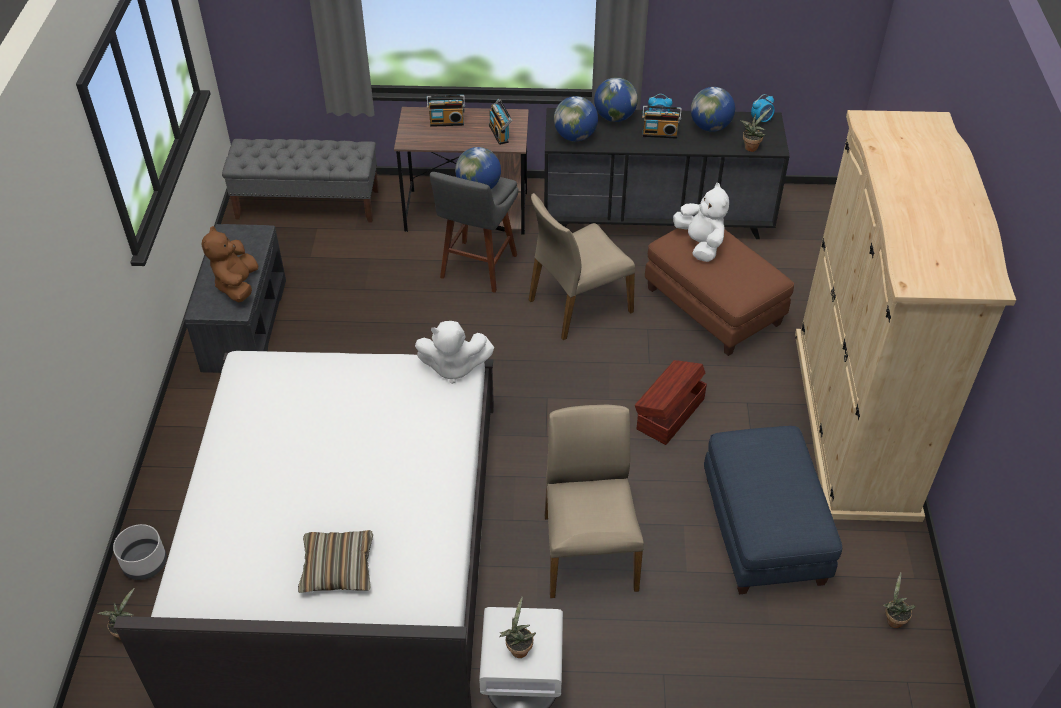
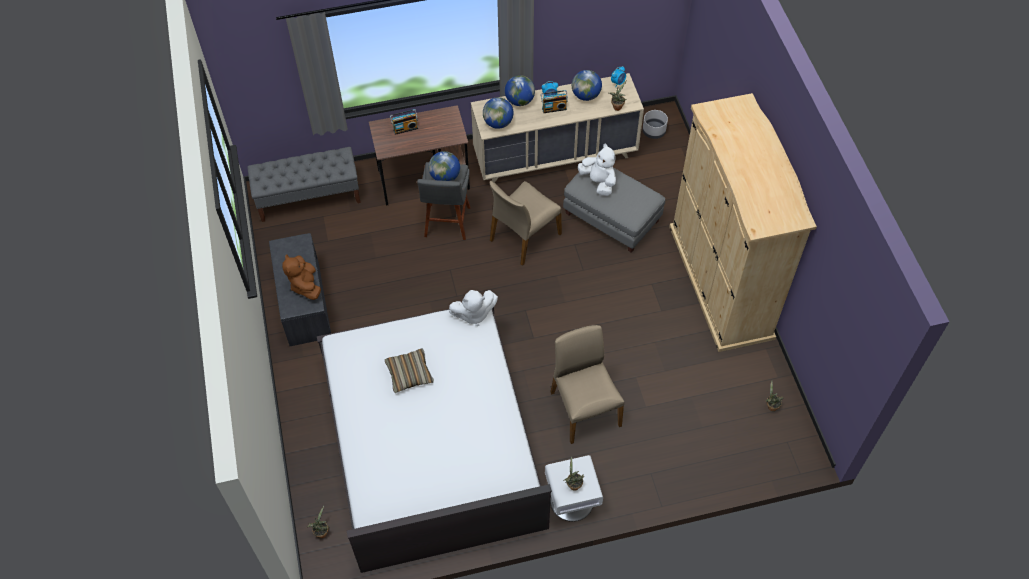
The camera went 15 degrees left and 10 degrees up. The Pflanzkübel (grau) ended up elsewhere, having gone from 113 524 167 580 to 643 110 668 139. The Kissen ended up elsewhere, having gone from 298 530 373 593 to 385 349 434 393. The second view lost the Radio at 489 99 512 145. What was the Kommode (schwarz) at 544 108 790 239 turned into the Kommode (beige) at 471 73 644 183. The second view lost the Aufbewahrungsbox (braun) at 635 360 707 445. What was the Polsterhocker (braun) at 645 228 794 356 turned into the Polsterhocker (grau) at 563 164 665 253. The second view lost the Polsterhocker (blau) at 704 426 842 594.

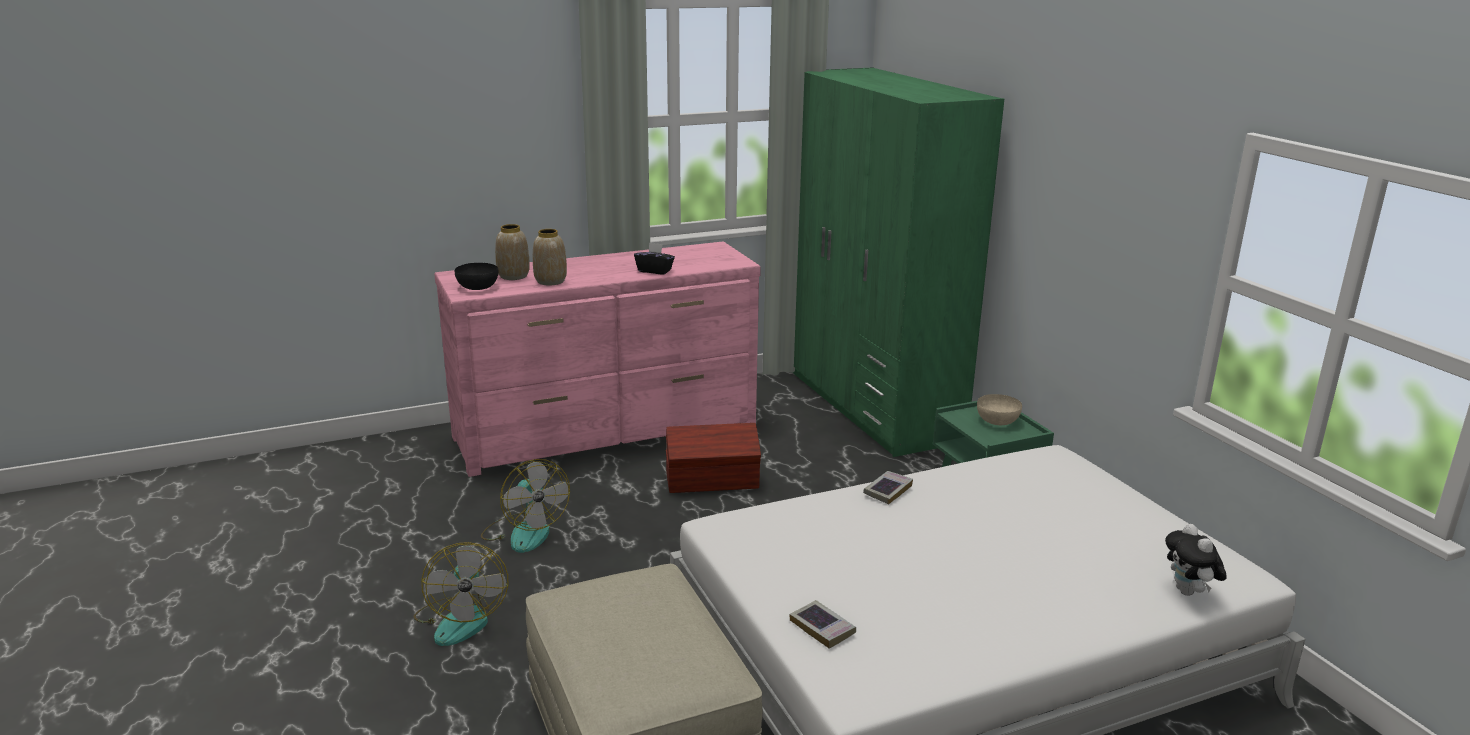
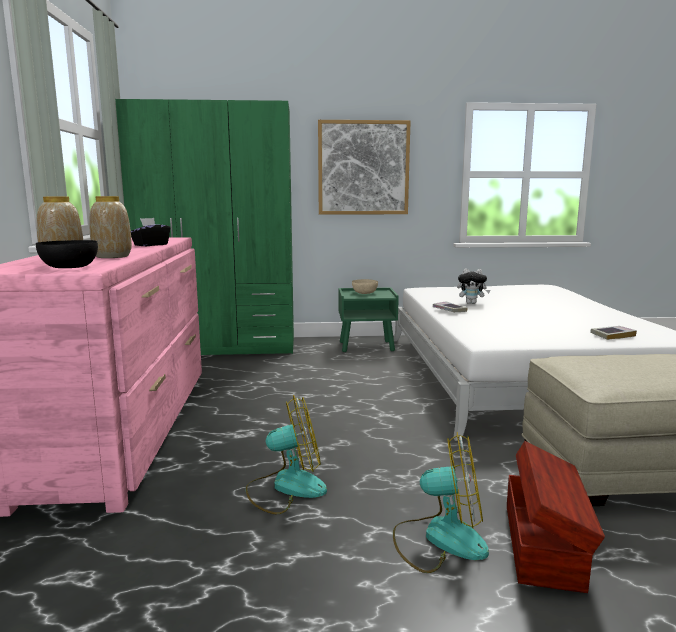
The camera went 70 degrees left and 10 degrees down. The Aufbewahrungsbox (braun) ended up elsewhere, having gone from 666 423 761 493 to 507 441 605 593. The Plüschtier ended up elsewhere, having gone from 1165 524 1227 596 to 457 268 490 304. The second view gained the Bild at 318 120 411 215.

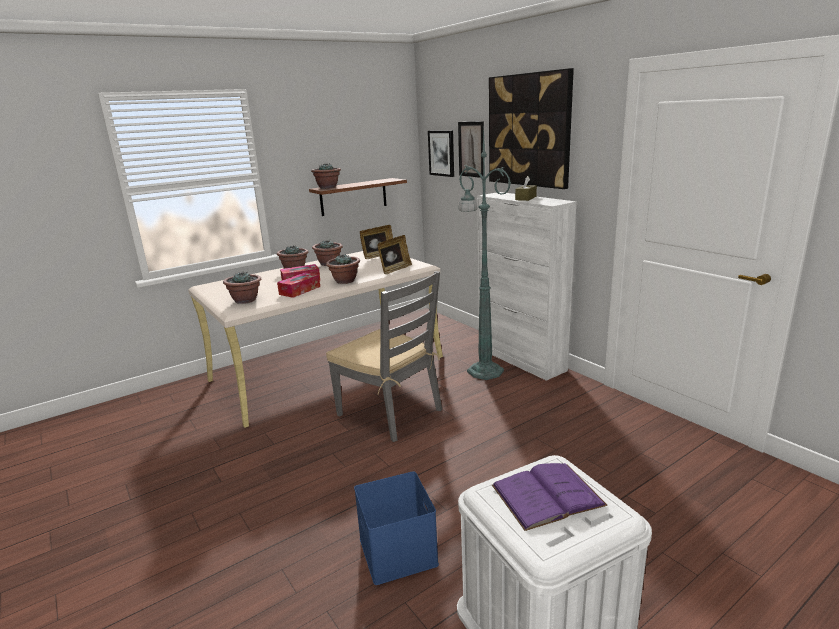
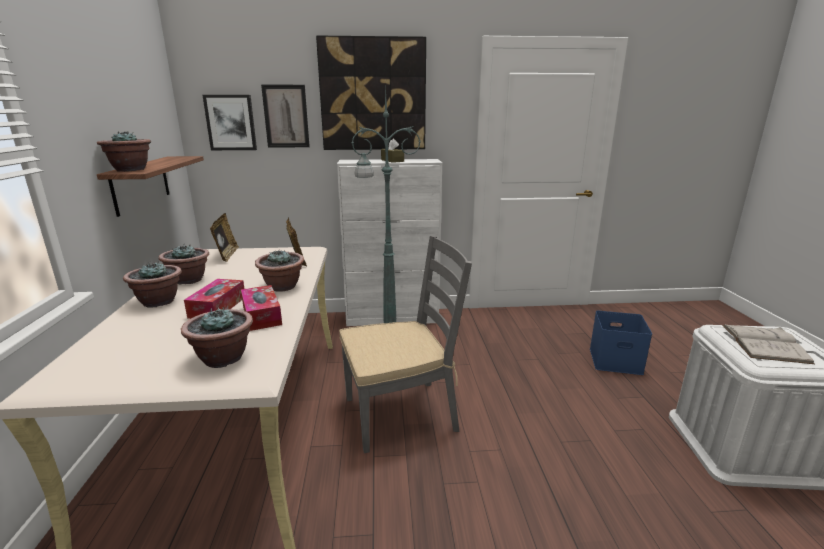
The camera went 60 degrees left and 0 degrees up. The Aufbewahrungsbox (blau) ended up elsewhere, having gone from 354 471 439 585 to 590 310 652 375. What was the Buch (lila) at 492 463 608 531 turned into the Buch (weiß) at 722 325 815 364.

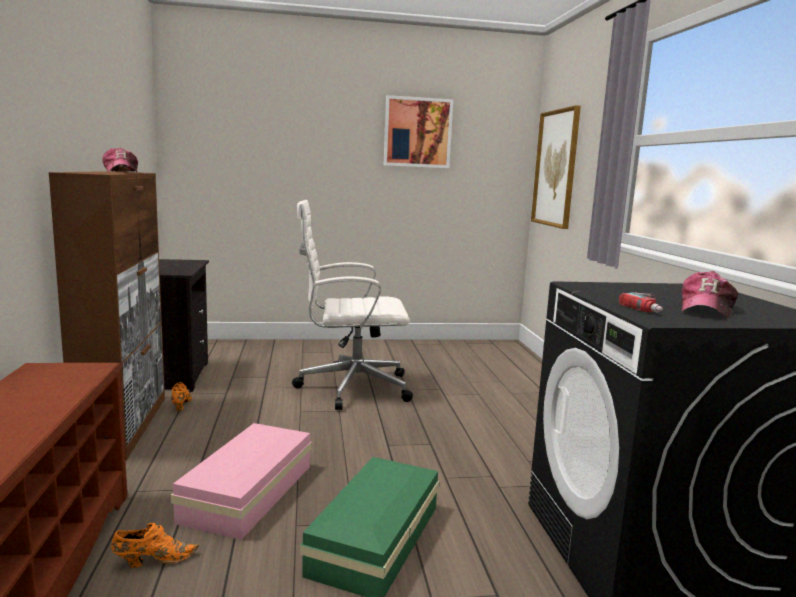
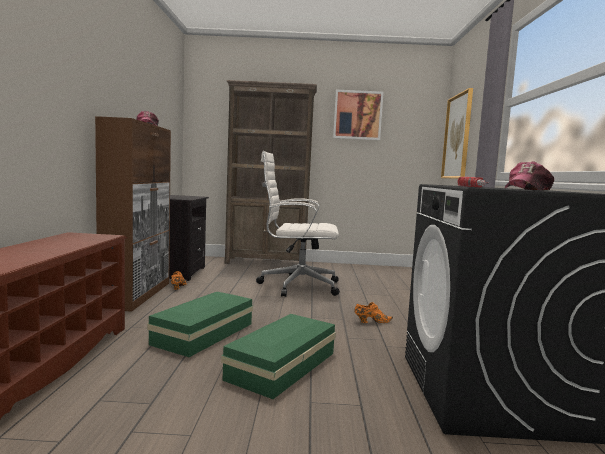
The camera went 10 degrees right and 5 degrees down. The Schuh (orange) ended up elsewhere, having gone from 111 523 199 568 to 354 302 393 323. What was the Aufbewahrungsbox (rosa) at 171 423 312 540 turned into the Aufbewahrungsbox (grün) at 147 292 253 357. The second view gained the Bücherregal (braun) at 225 80 317 264.

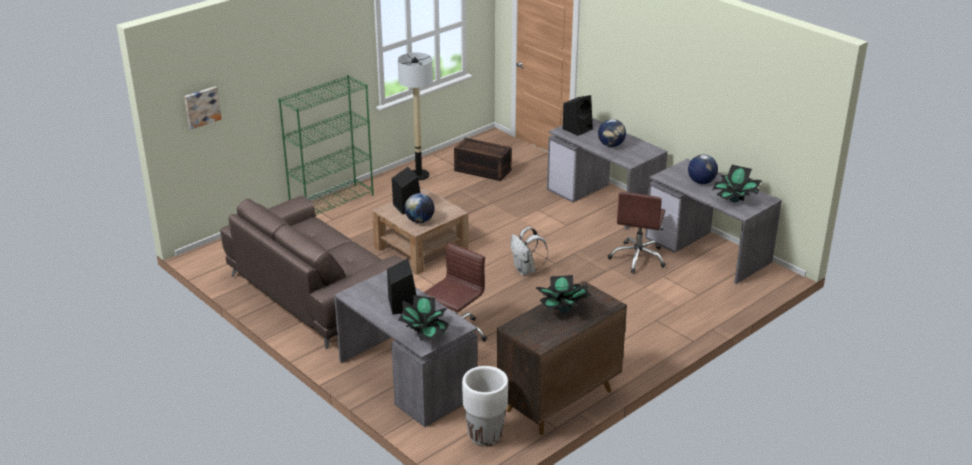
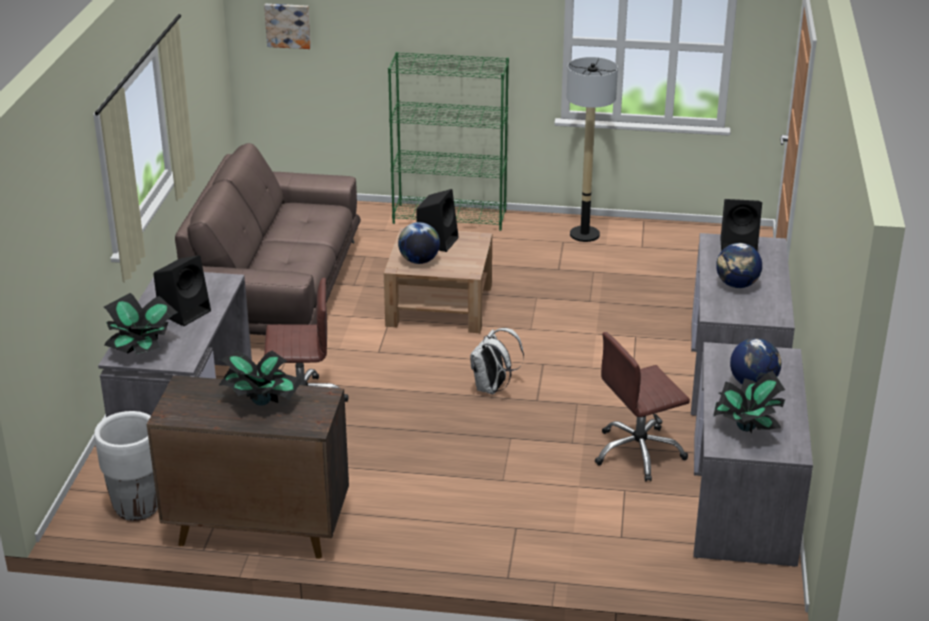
The camera went 50 degrees right and 0 degrees up. The second view lost the Aufbewahrungsbox (braun) at 454 138 512 181.

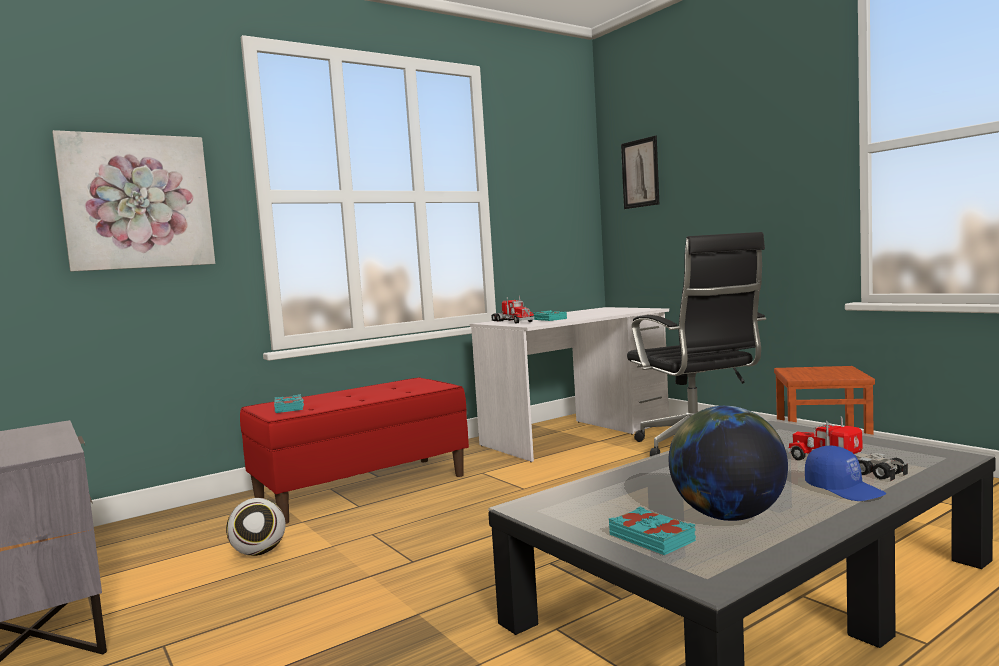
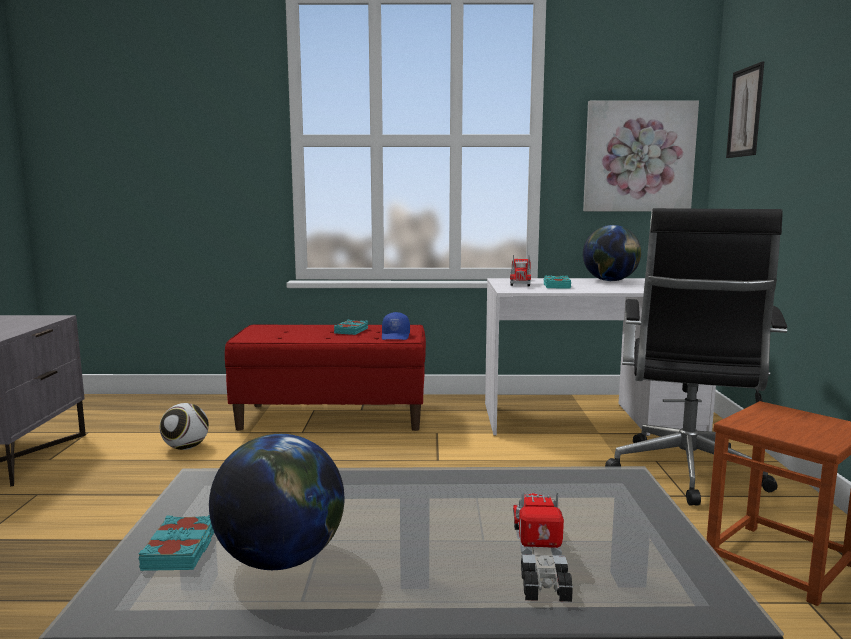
The camera went 35 degrees right and 5 degrees up. The Bild ended up elsewhere, having gone from 52 130 215 272 to 583 100 699 211. The Buch (türkis) ended up elsewhere, having gone from 274 394 304 413 to 334 320 368 335. The Kappe (blau) ended up elsewhere, having gone from 805 446 886 501 to 382 312 410 340. The second view gained the Globus at 583 225 641 281.

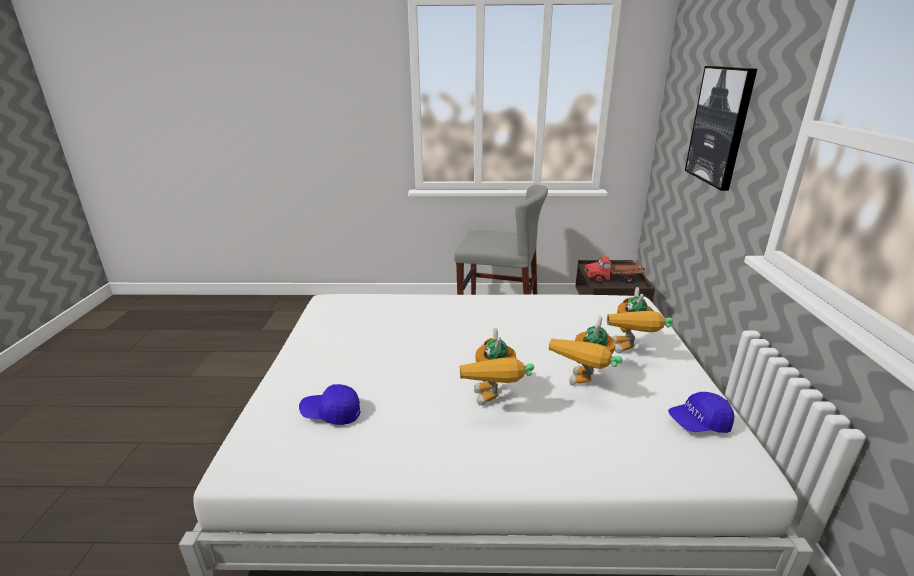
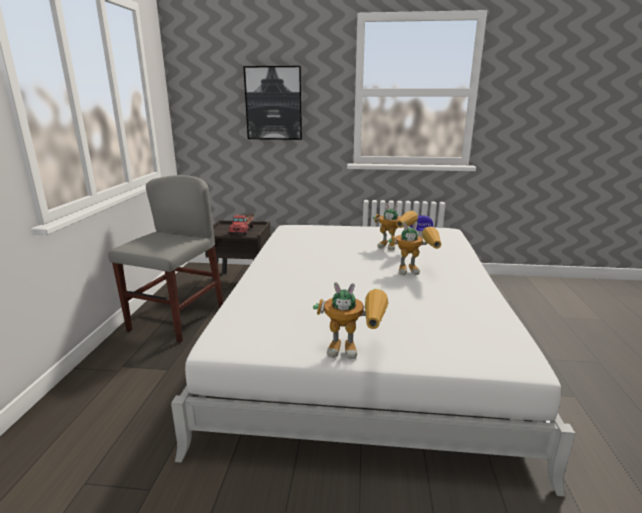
The camera went 85 degrees left and 5 degrees down. The second view lost the Kappe (blau) at 299 384 361 425. The Spielzeugroboter ended up elsewhere, having gone from 607 287 673 353 to 313 282 388 359.

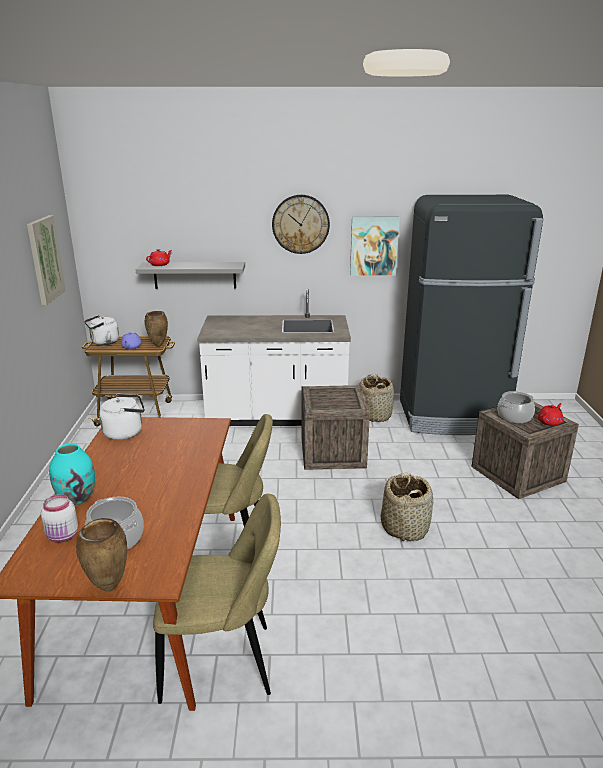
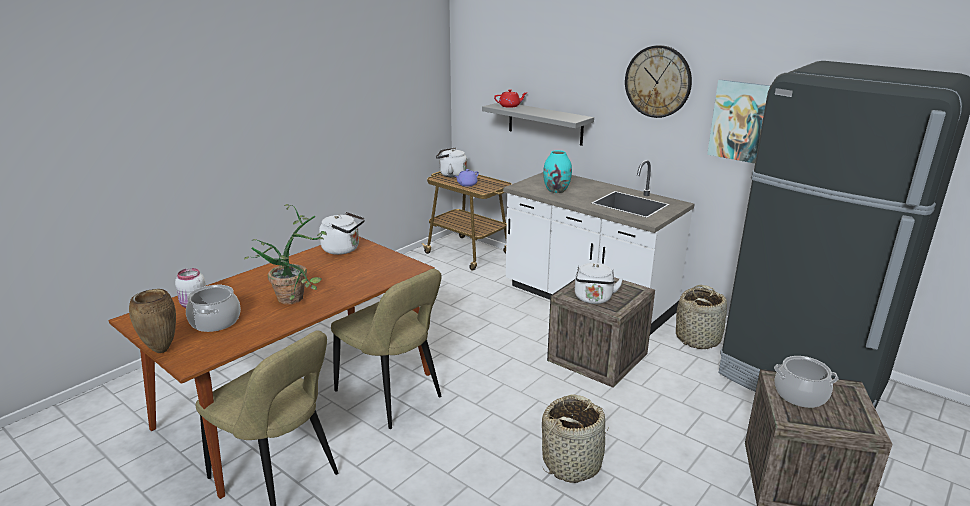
The camera went 40 degrees right and 0 degrees up. The second view lost the Bild at 27 215 66 305. The Vase (türkis) ended up elsewhere, having gone from 49 443 95 505 to 543 150 572 193. The second view lost the Vase (braun) at 145 311 168 347. The second view lost the Teekanne (rot) at 538 403 563 426. The second view gained the Topfpflanze at 244 204 327 304. The second view gained the Wasserkessel (weiß) at 575 263 623 304.

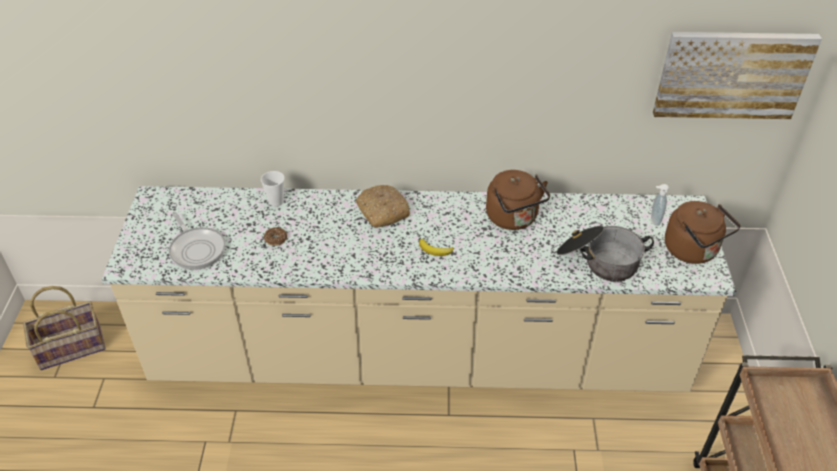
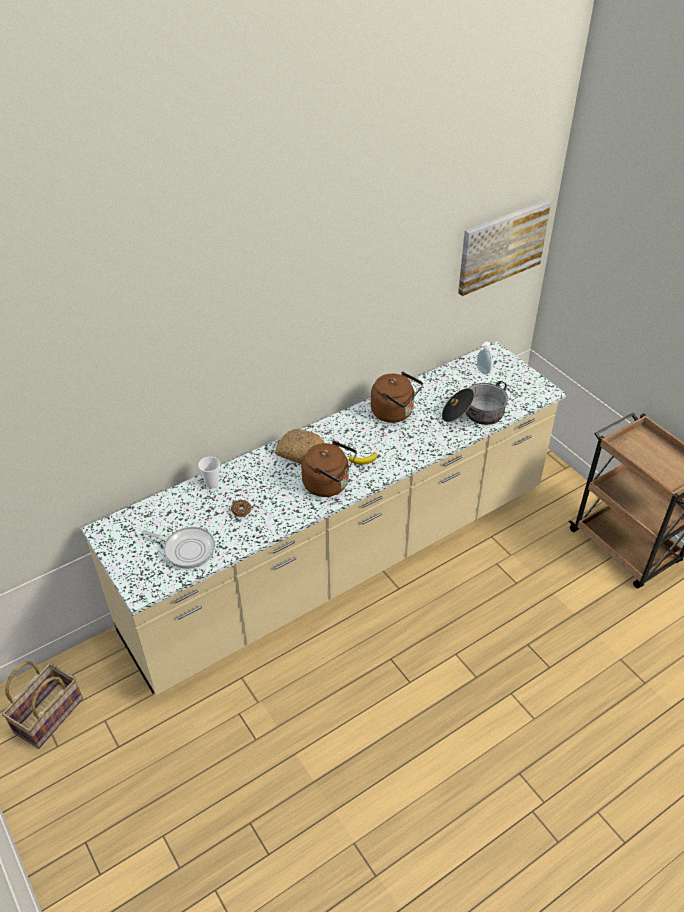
The camera went 35 degrees left and 0 degrees up. The Wasserkessel (braun) ended up elsewhere, having gone from 665 201 740 264 to 301 440 357 497.

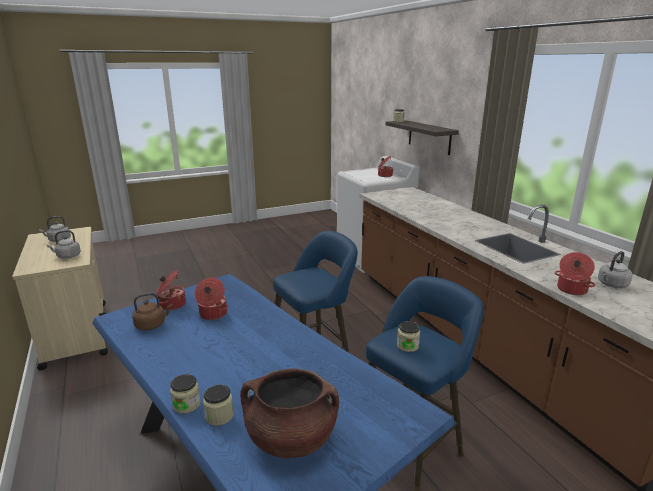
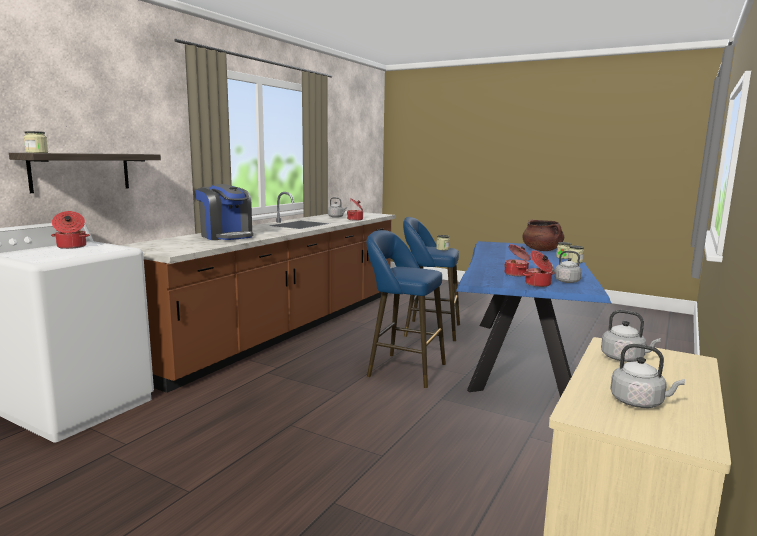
The camera went 125 degrees left and 10 degrees down. What was the Wasserkessel (braun) at 132 293 172 330 turned into the Wasserkessel (grau) at 552 251 582 283. The second view gained the Kaffeemaschine at 195 184 253 240.

